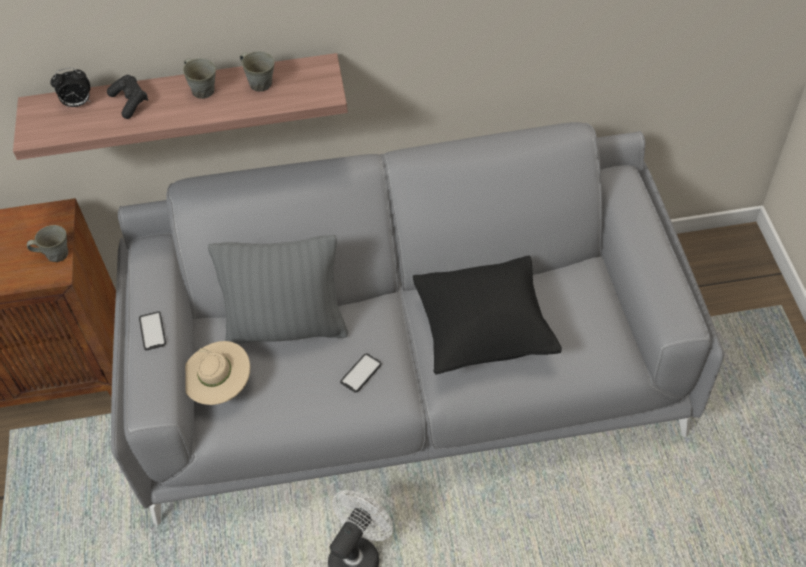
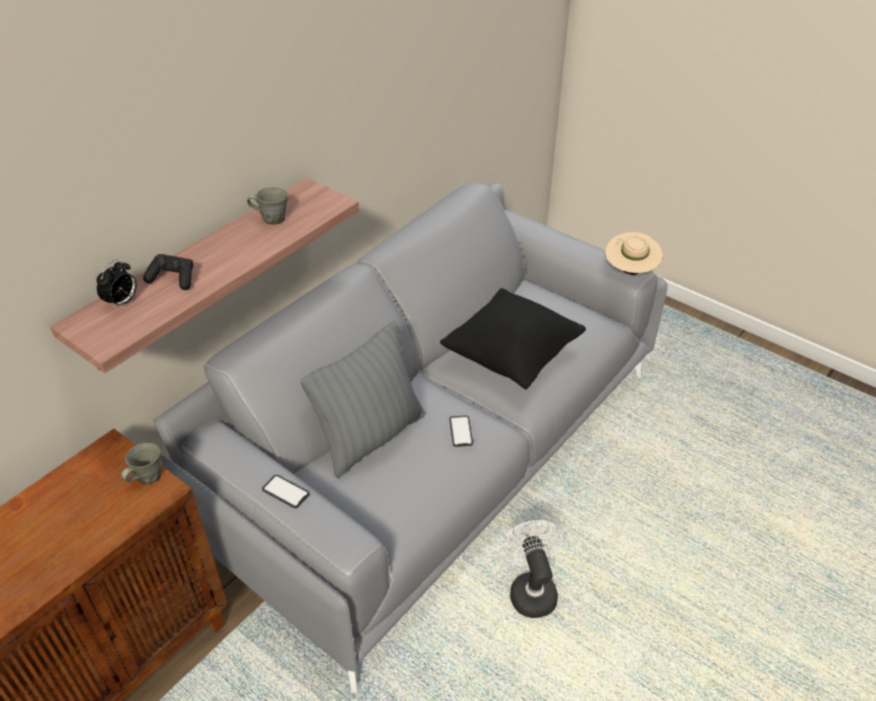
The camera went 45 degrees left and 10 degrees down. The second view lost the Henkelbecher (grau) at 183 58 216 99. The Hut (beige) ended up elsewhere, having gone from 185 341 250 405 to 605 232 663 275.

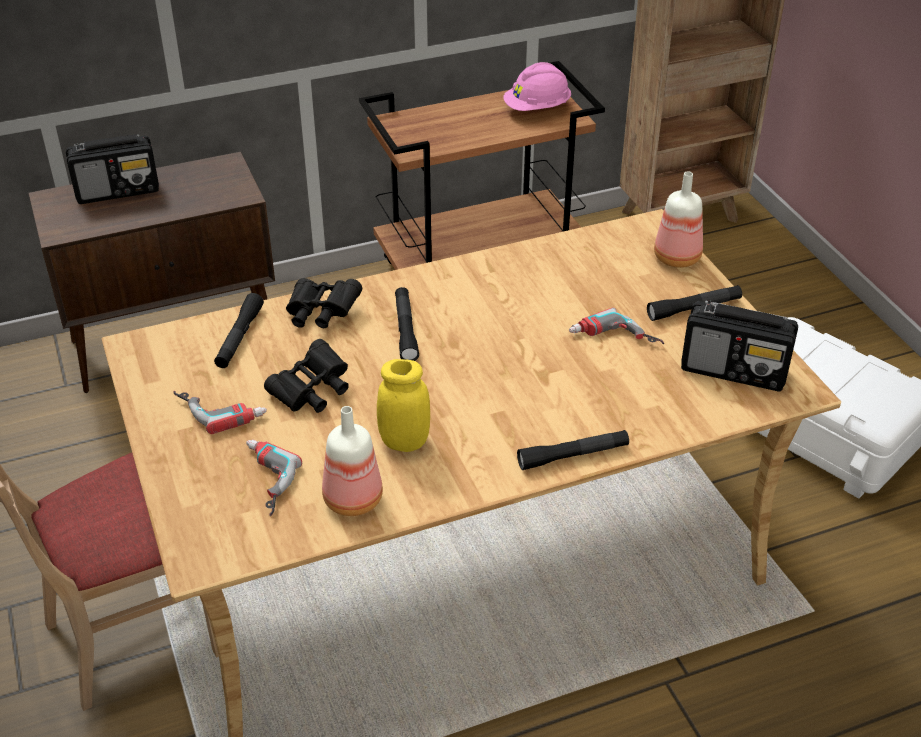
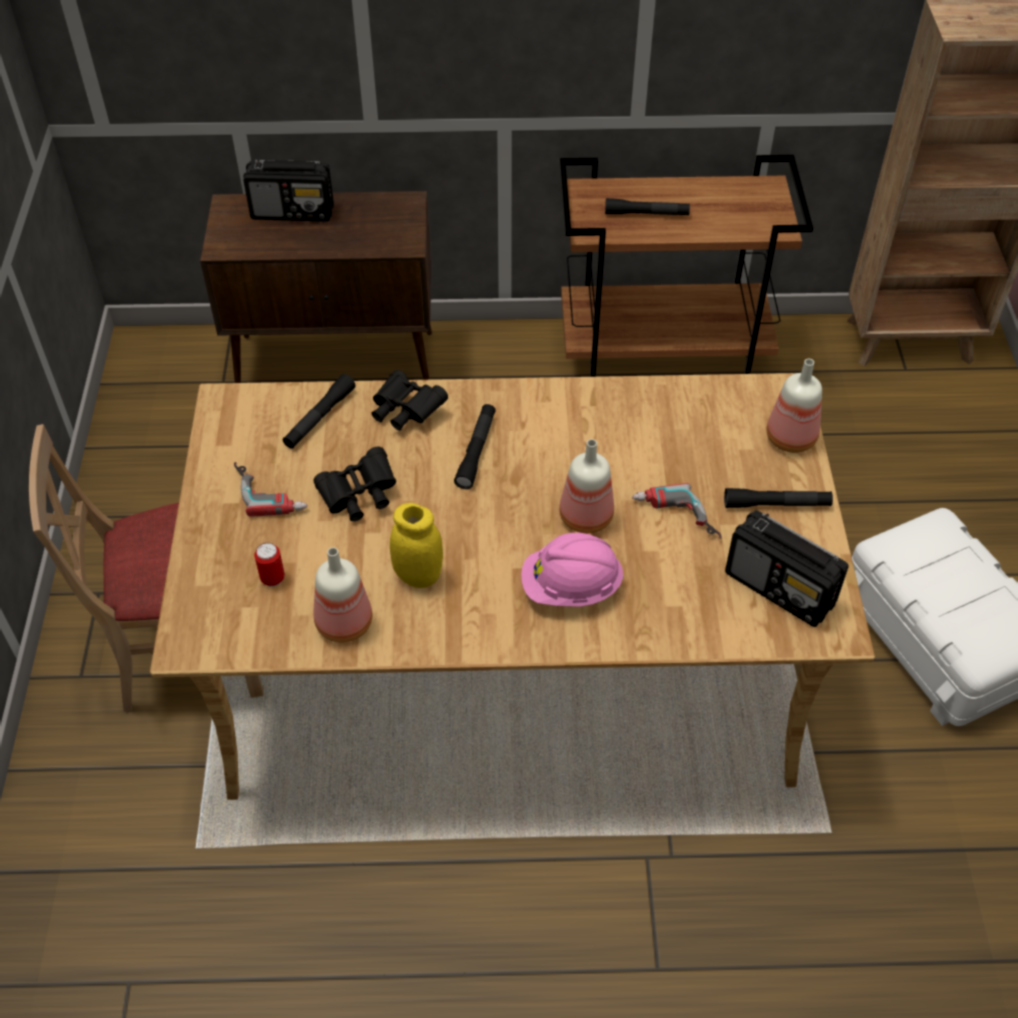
The camera went 20 degrees right and 10 degrees up. Where the Bohrmaschine stood at 246 440 302 516, the Dose came to stand at 254 543 285 587. The Schutzhelm (rosa) ended up elsewhere, having gone from 503 62 571 111 to 521 533 624 607. The Taschenlampe (schwarz) ended up elsewhere, having gone from 517 430 629 470 to 605 198 690 215. The second view gained the Flasche at 559 439 614 533.

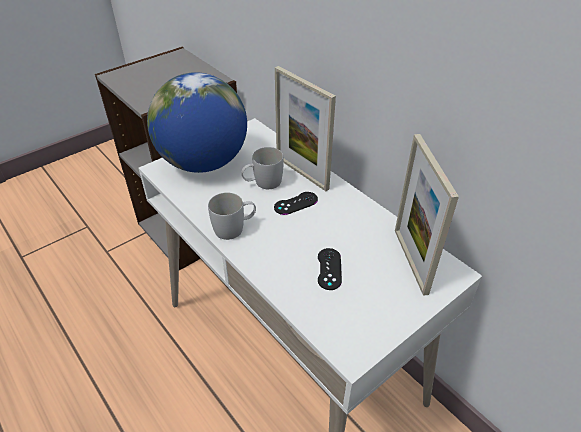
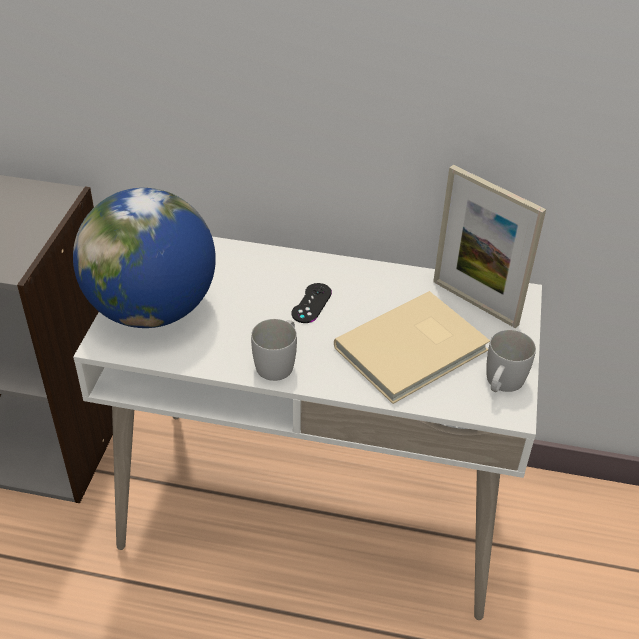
The camera went 40 degrees left and 0 degrees up. The Henkelbecher (weiß) ended up elsewhere, having gone from 241 147 284 189 to 486 330 536 392. The second view lost the Bilderrahmen at 275 66 336 191. Where the Gamepad (schwarz) stood at 318 248 342 290, the Buch (beige) came to stand at 334 291 490 404.

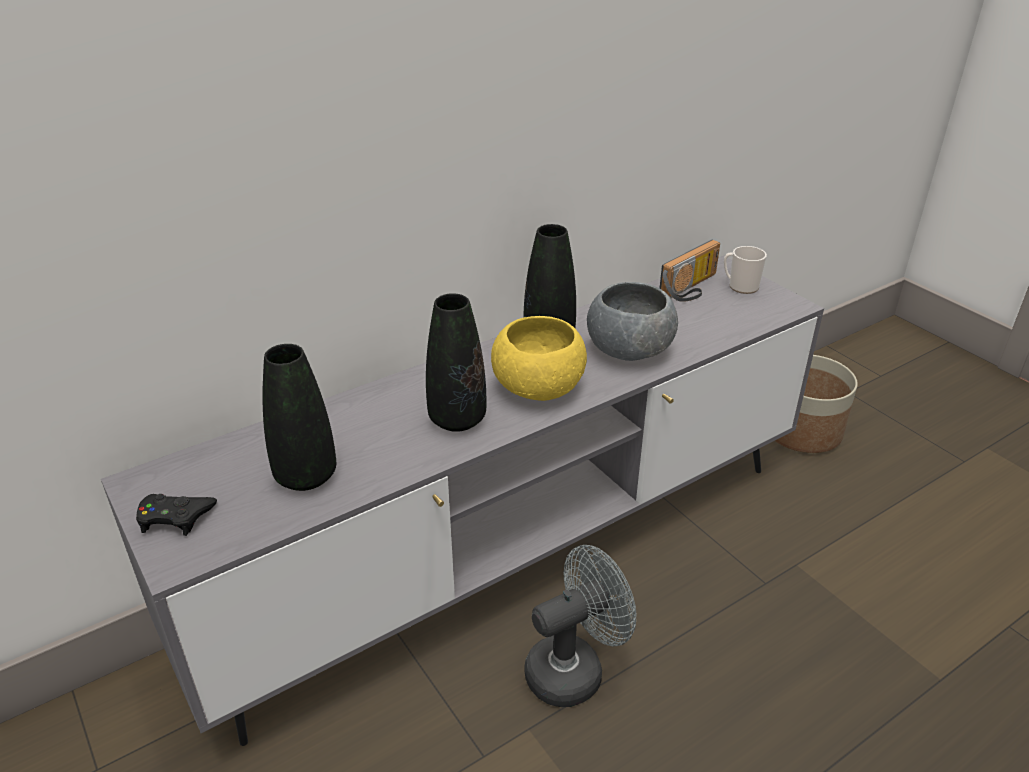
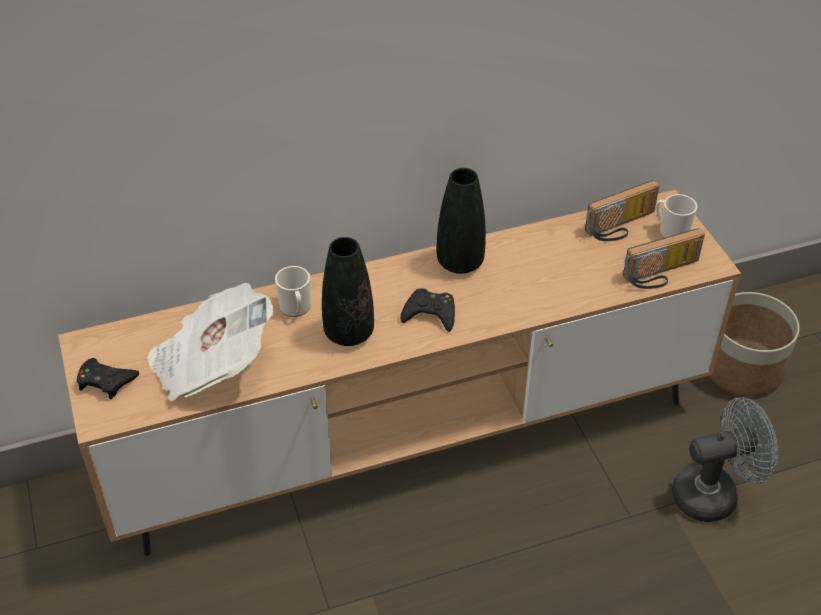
The camera went 15 degrees right and 10 degrees up. What was the Fernsehschrank (grau) at 101 256 824 746 turned into the Fernsehschrank (braun) at 58 190 741 556. Where the Vase (schwarz) stood at 263 344 336 491, the Zeitung came to stand at 147 283 274 401. Where the Schüssel (gelb) stood at 491 316 587 401, the Gamepad (schwarz) came to stand at 400 288 455 332. The Ventilator (grau) ended up elsewhere, having gone from 524 545 636 707 to 672 397 778 522. The second view lost the Schüssel (grau) at 587 282 678 361. The second view gained the Henkelbecher at 275 266 311 317. The second view gained the Radio at 623 228 705 289.

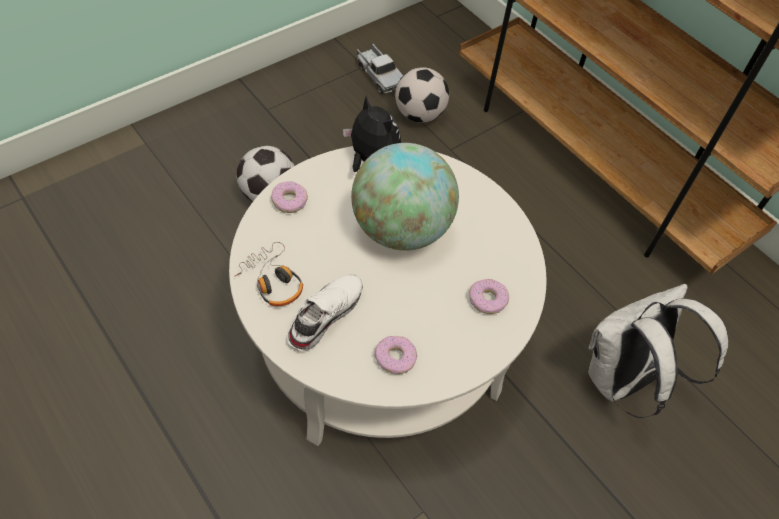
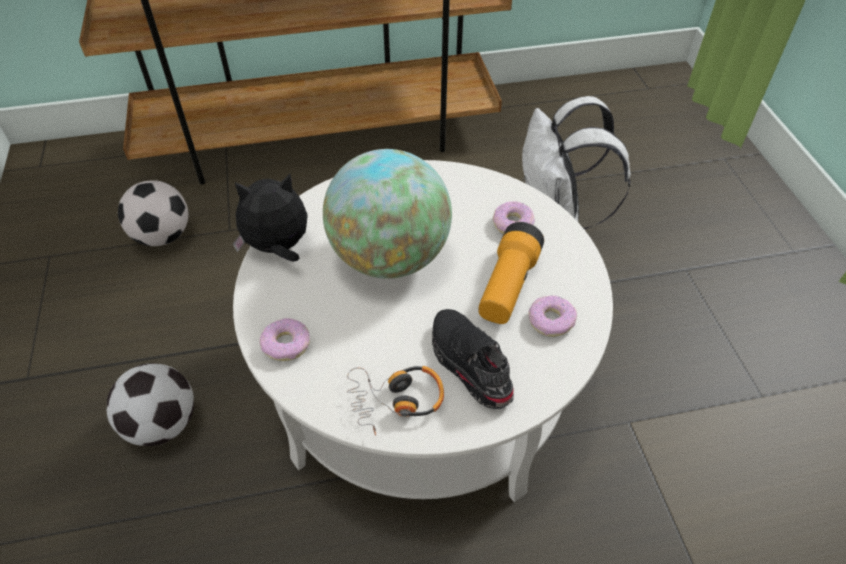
The camera went 60 degrees left and 5 degrees down. What was the Schuh (weiß) at 287 275 363 351 turned into the Schuh (schwarz) at 432 309 514 409. The second view lost the Spielzeuglaster at 357 44 403 94. The second view gained the Taschenlampe at 478 222 544 324.

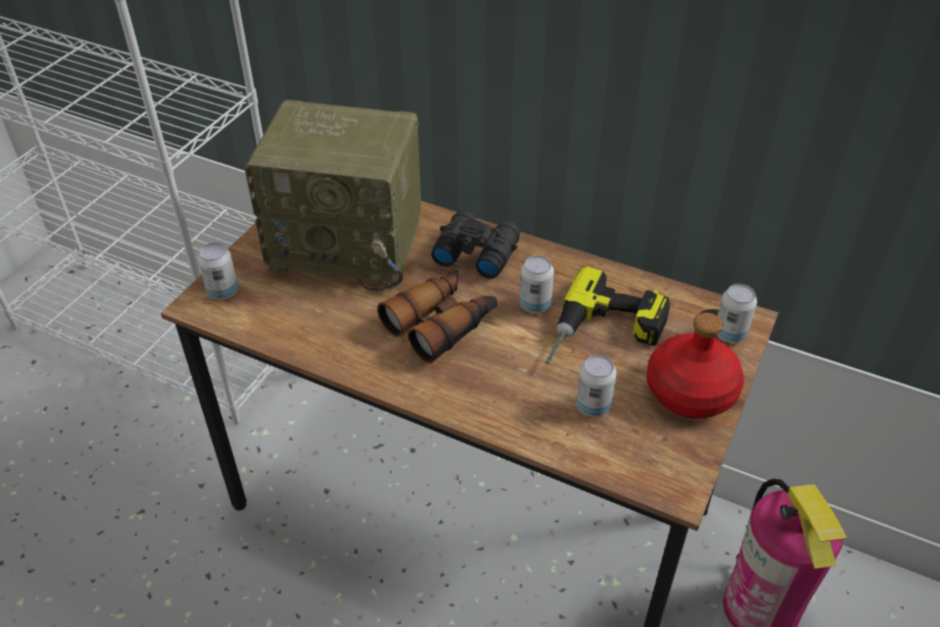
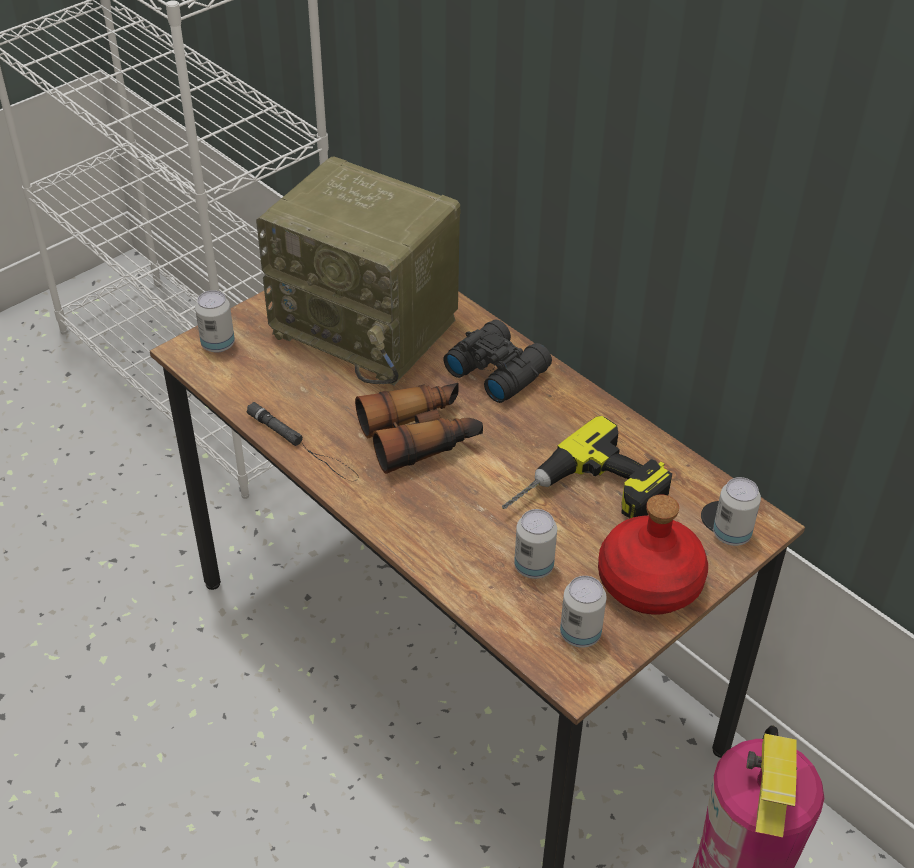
The camera went 20 degrees right and 0 degrees up. The Dose ended up elsewhere, having gone from 520 256 554 313 to 560 576 607 648. The second view gained the Taschenlampe (schwarz) at 247 402 357 481.

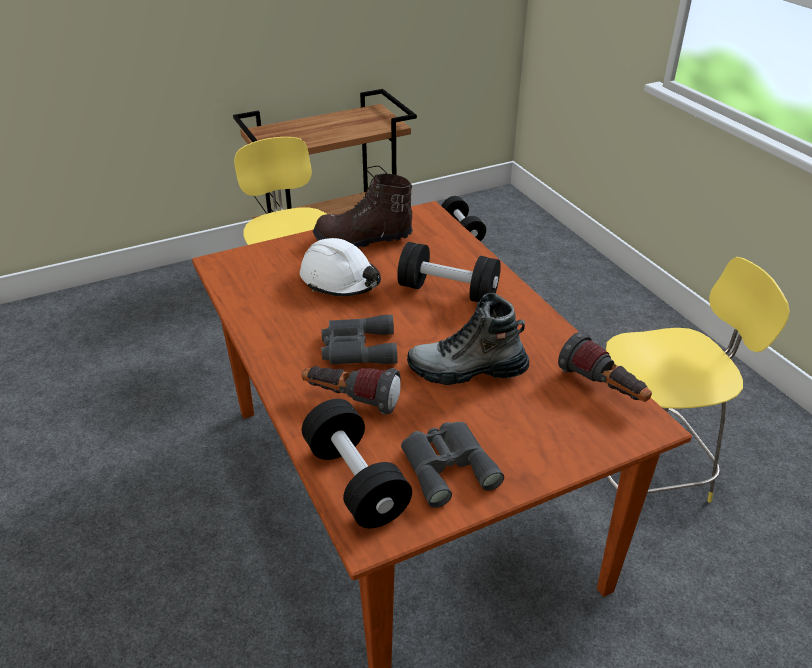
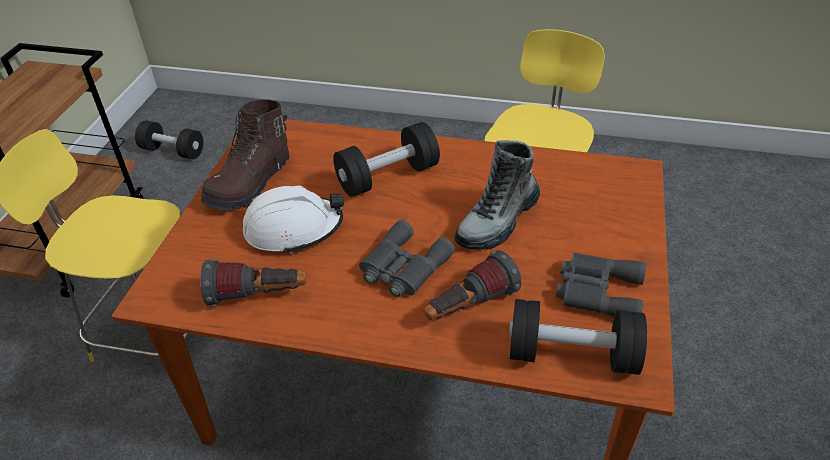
The camera went 50 degrees left and 5 degrees up. The Taschenlampe ended up elsewhere, having gone from 558 332 652 402 to 200 259 306 307.

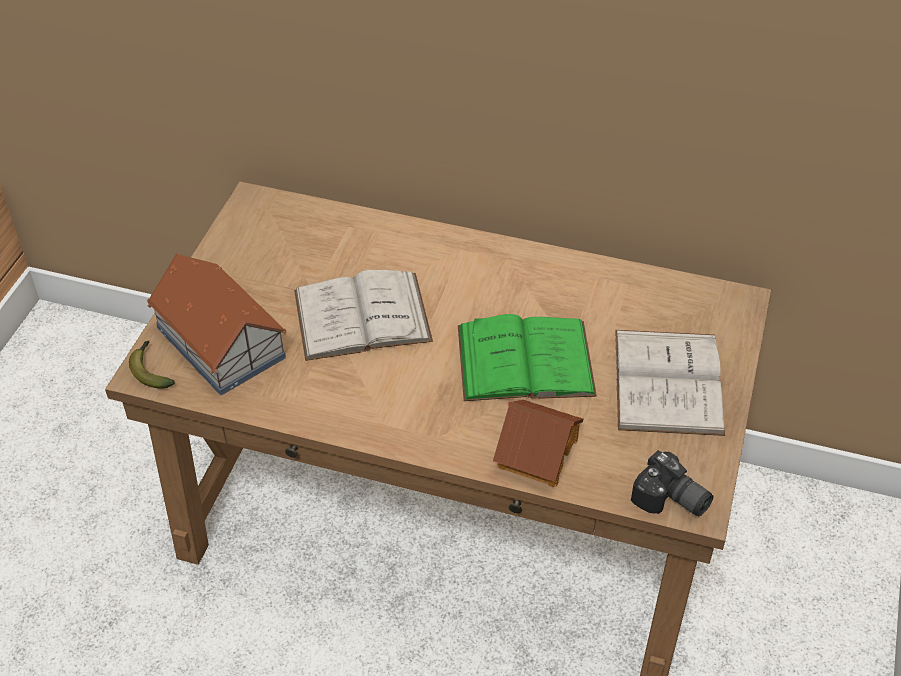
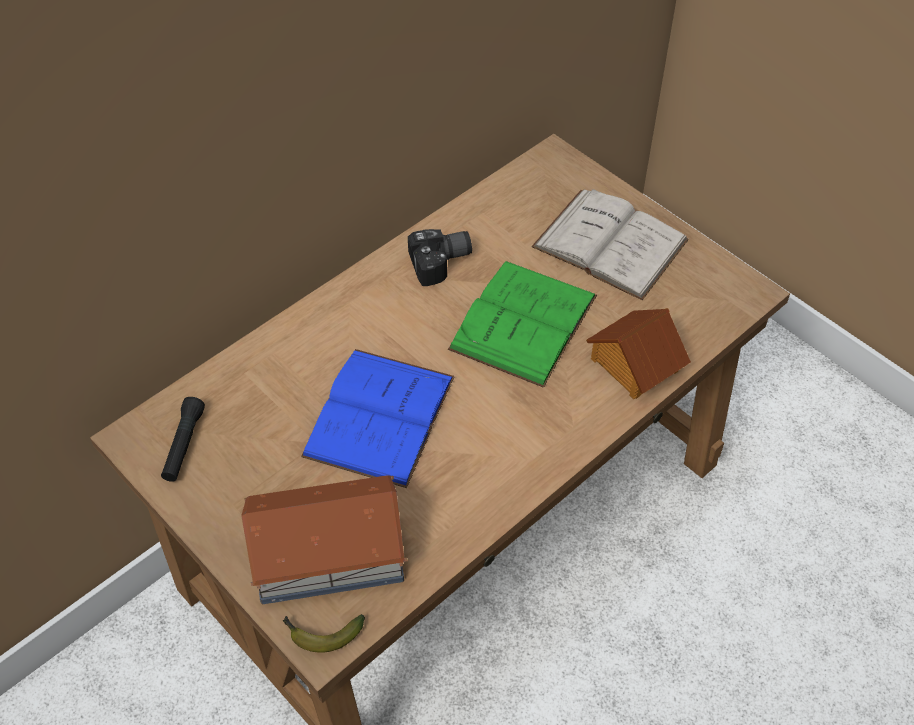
The camera went 60 degrees left and 5 degrees up. What was the Buch (weiß) at 294 270 433 361 turned into the Buch (blau) at 301 349 455 488. The Kamera ended up elsewhere, having gone from 631 450 714 516 to 408 229 472 286. The second view gained the Taschenlampe (schwarz) at 161 397 205 482.

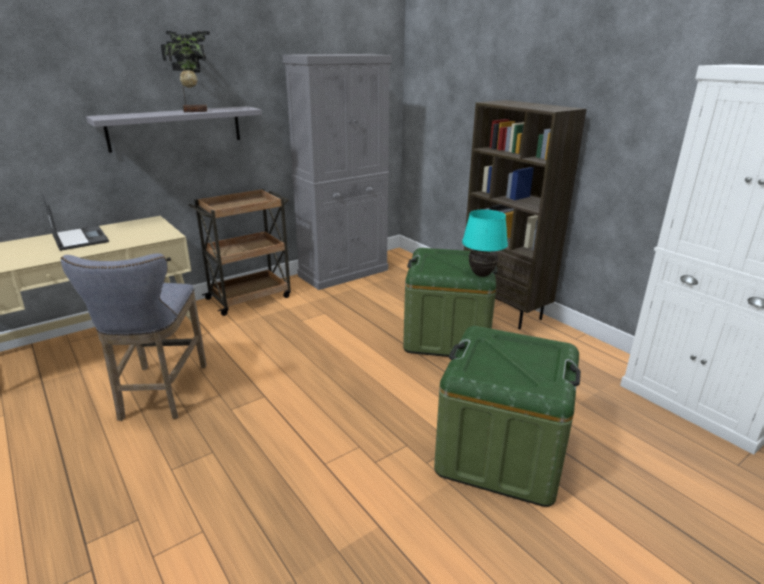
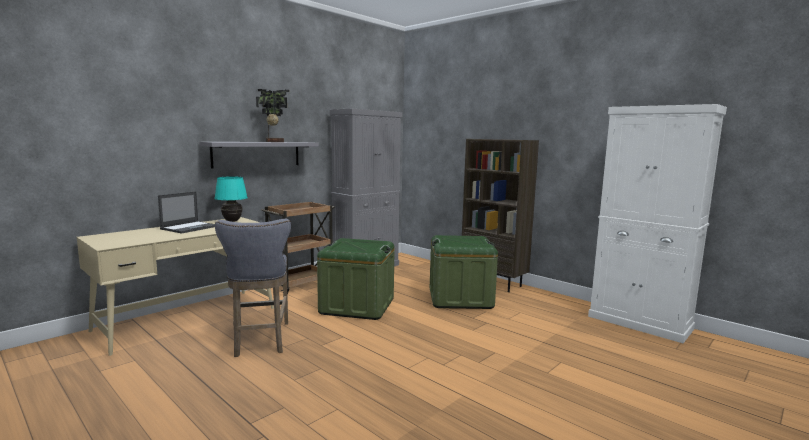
The camera went 10 degrees left and 15 degrees down. The Laptop at 42 193 109 251 ended up facing another way, 75 degrees clockwise from before. The Aufbewahrungsbox (grün) ended up elsewhere, having gone from 434 326 581 507 to 317 238 395 320. The Tischlampe (türkis) ended up elsewhere, having gone from 462 209 508 277 to 214 177 248 222.

